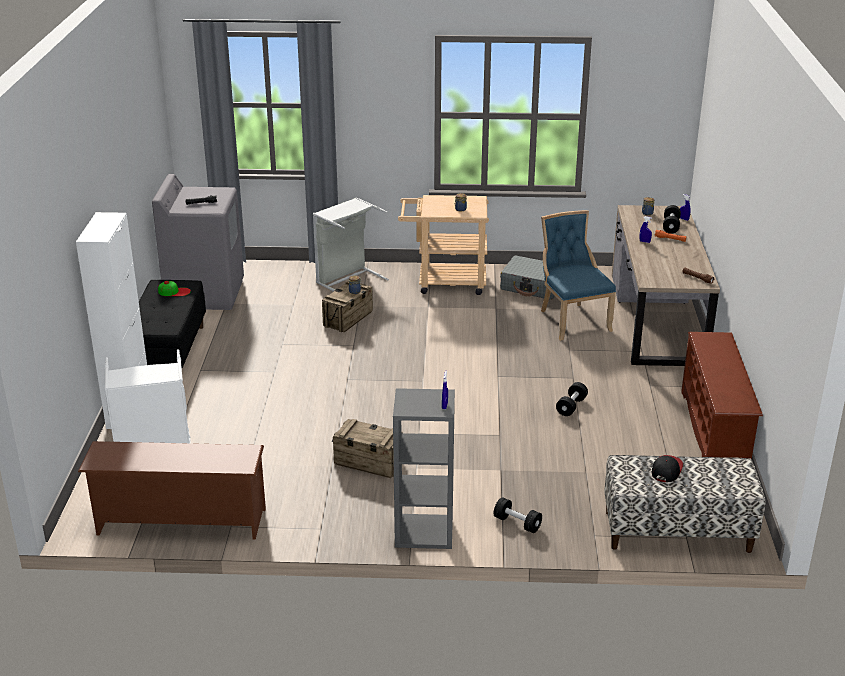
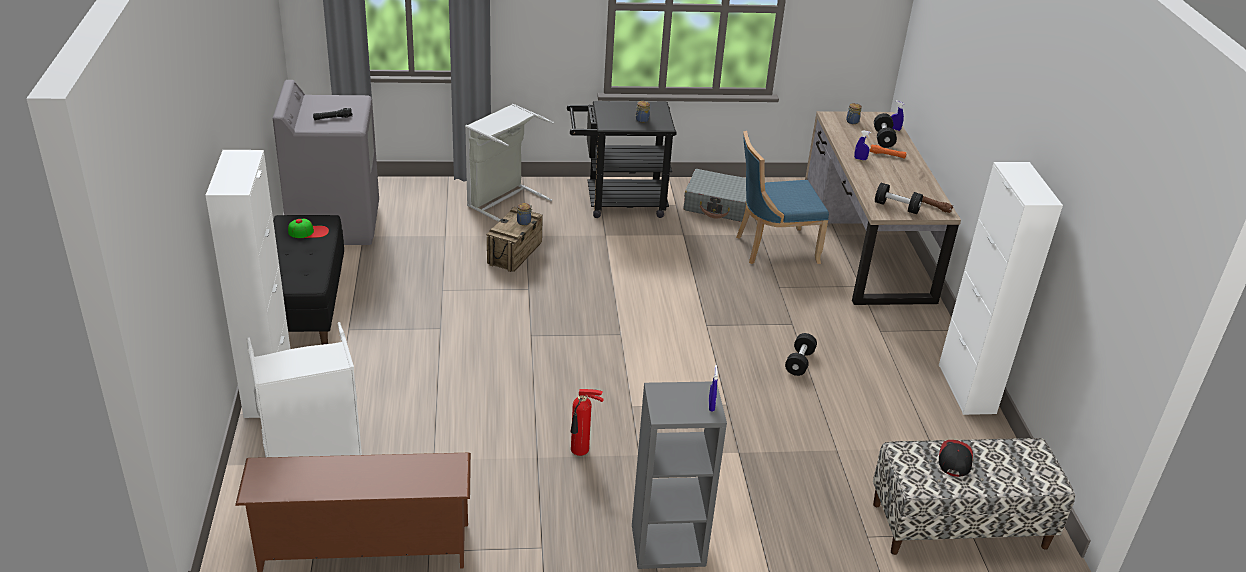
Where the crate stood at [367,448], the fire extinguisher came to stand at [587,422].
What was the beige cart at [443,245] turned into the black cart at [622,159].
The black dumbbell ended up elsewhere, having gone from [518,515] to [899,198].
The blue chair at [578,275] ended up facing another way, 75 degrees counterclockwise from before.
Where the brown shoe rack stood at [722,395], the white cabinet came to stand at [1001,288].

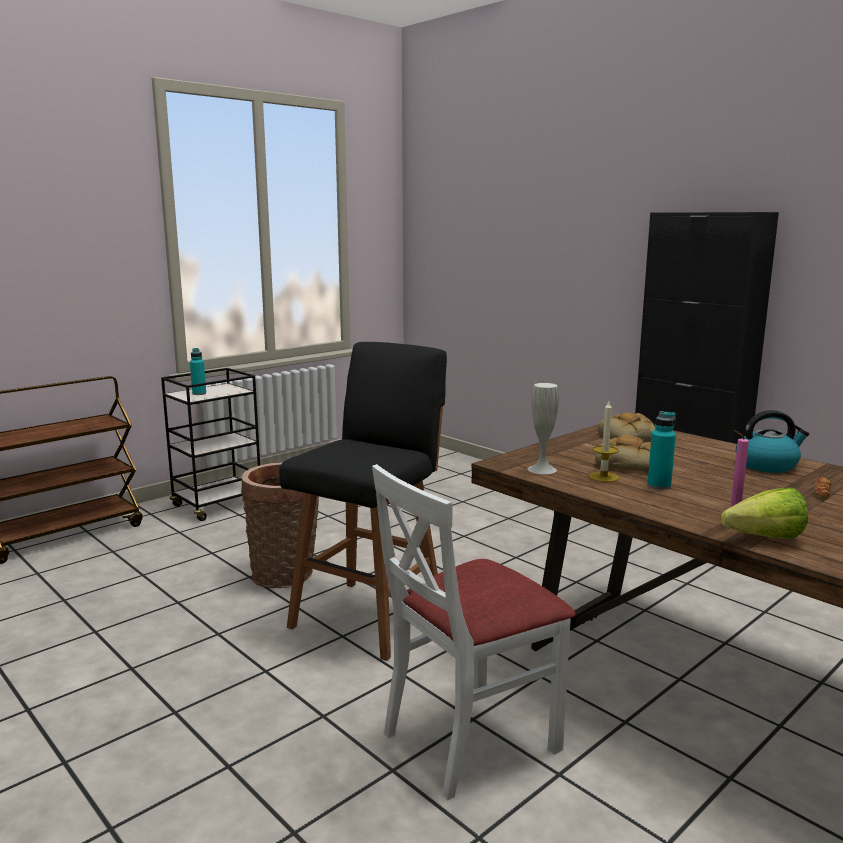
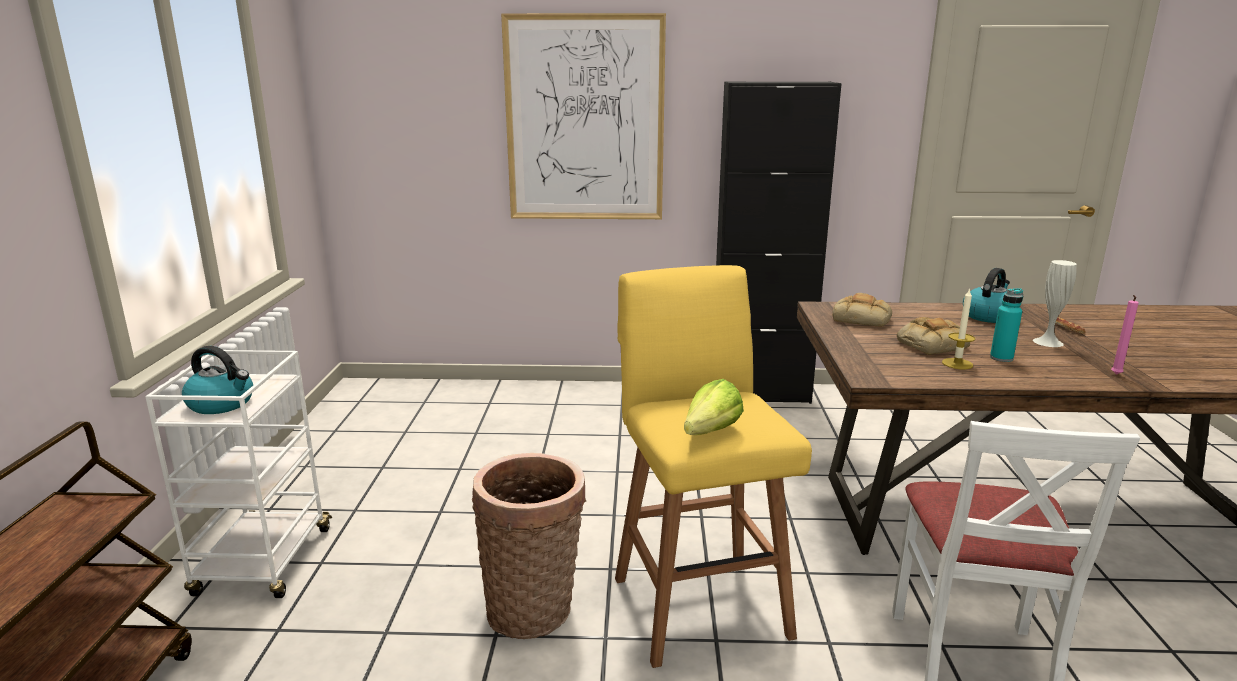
What was the black cart at [210,444] turned into the white cart at [238,474].
Where the turquoise bottle stood at [198,371], the kettle came to stand at [217,380].
What was the black stool at [363,501] turned into the yellow stool at [713,466].
The white vase ended up elsewhere, having gone from [543,428] to [1055,303].
The lettuce ended up elsewhere, having gone from [764,513] to [714,407].
The second view gained the picture at [583,116].

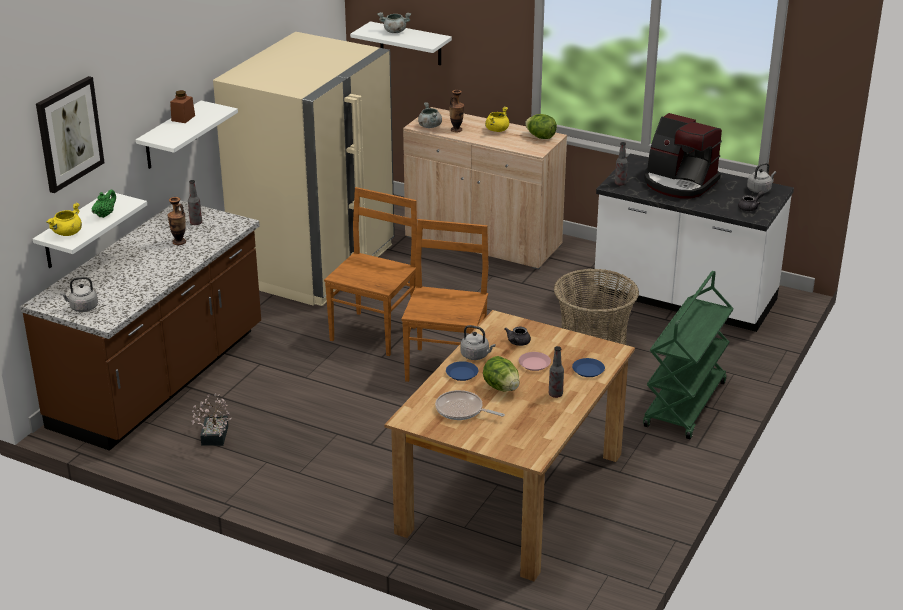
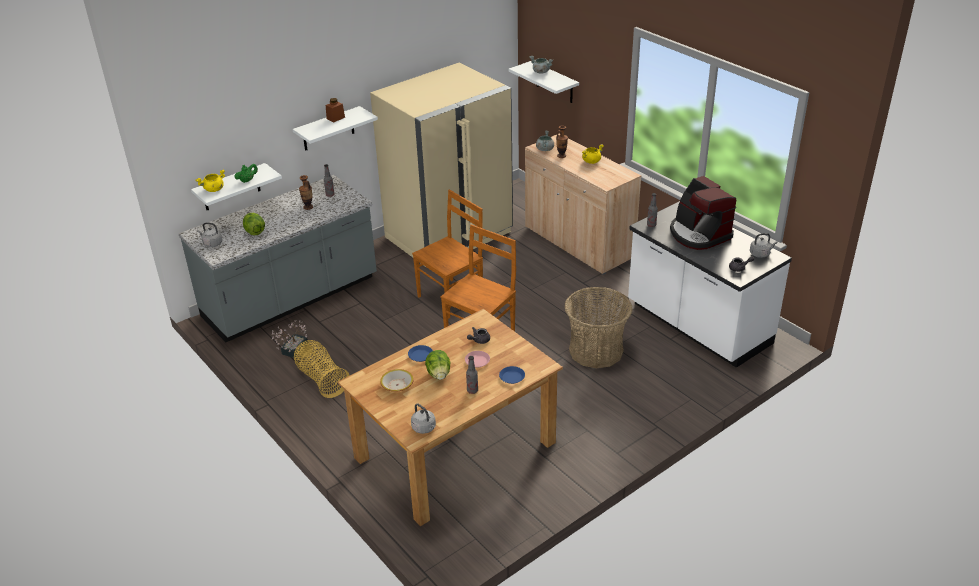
What was the brown counter at [141,326] turned into the grey counter at [278,258].
The second view lost the picture at [70,134].
Where the frying pan stood at [470,405], the bowl came to stand at [397,380].
The grey kettle ended up elsewhere, having gone from [478,342] to [423,419].
The lettuce ended up elsewhere, having gone from [541,126] to [254,224].
The second view lost the green cart at [688,355].
The second view gained the basket at [322,369].

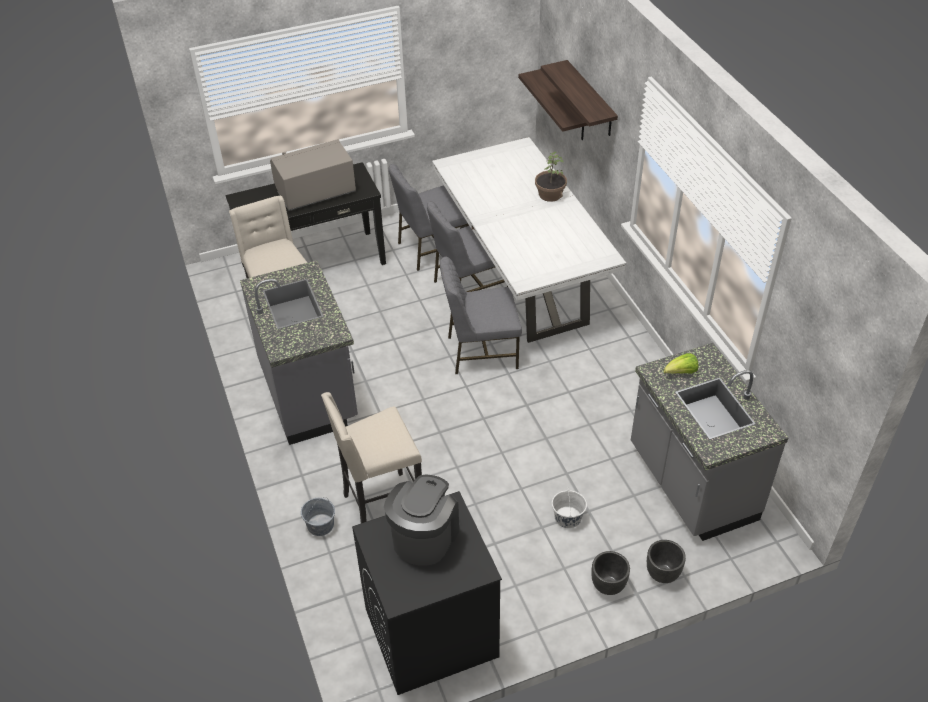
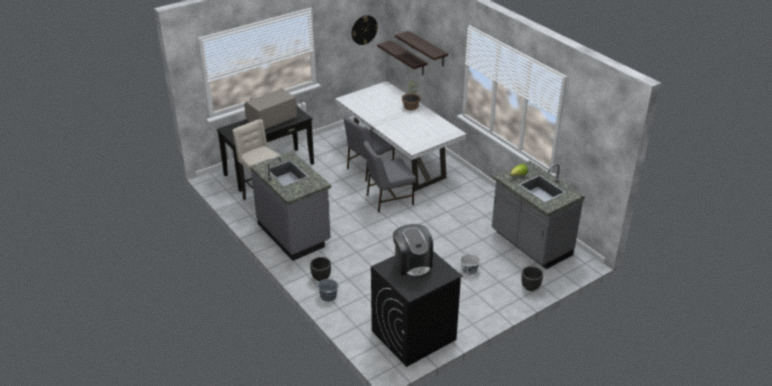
The second view lost the beige stool at [371,457].
The coffee machine at [421,520] ended up facing another way, 150 degrees clockwise from before.
The second view lost the grey chair at [429,217].
The black planter ended up elsewhere, having gone from [610,573] to [320,269].
The second view gained the wall clock at [364,30].

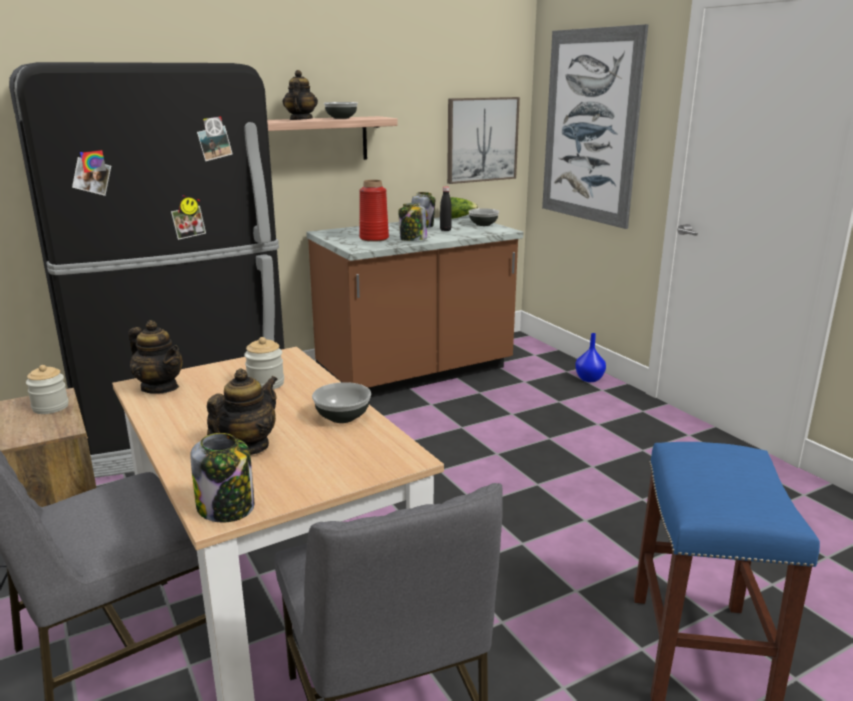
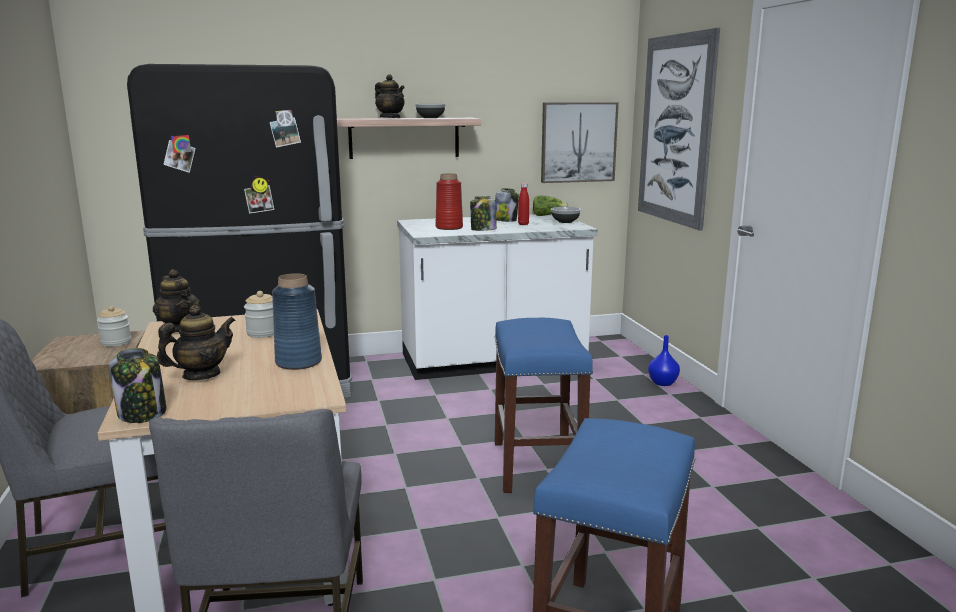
The teapot at [300,95] ended up facing another way, 120 degrees clockwise from before.
What was the brown counter at [415,306] turned into the white counter at [497,297].
Where the bowl stood at [341,402], the blue vase came to stand at [297,321].
What was the black bottle at [446,209] turned into the red bottle at [523,204].
The second view gained the blue stool at [543,405].

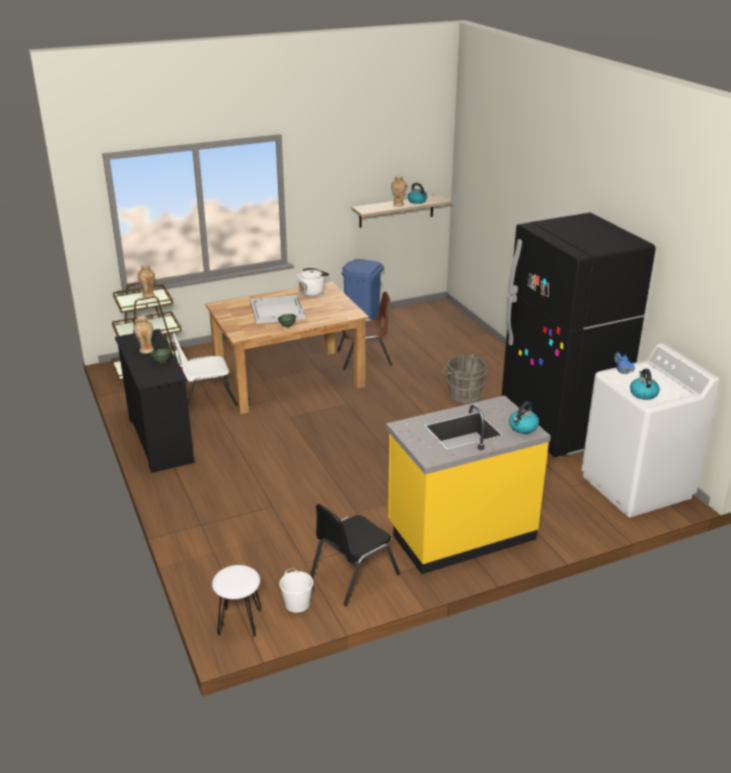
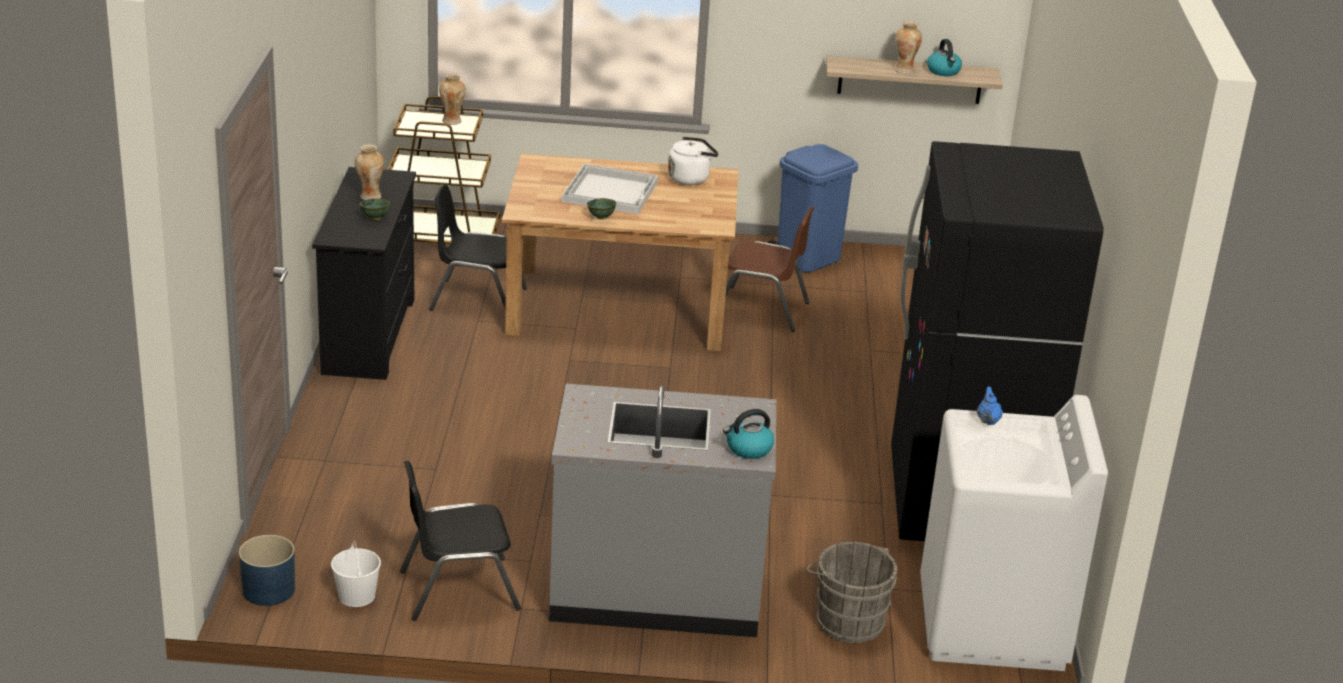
What was the white chair at [205,369] turned into the black chair at [478,248].
Where the white stool stood at [236,601], the blue planter came to stand at [267,570].
What was the yellow counter at [468,484] turned into the grey counter at [662,510].
The grey bucket ended up elsewhere, having gone from [464,378] to [852,592].
The second view lost the kettle at [645,384].

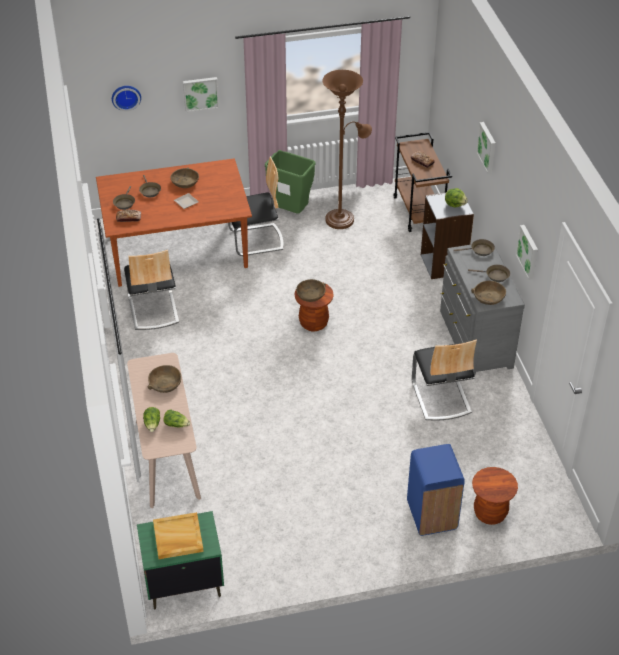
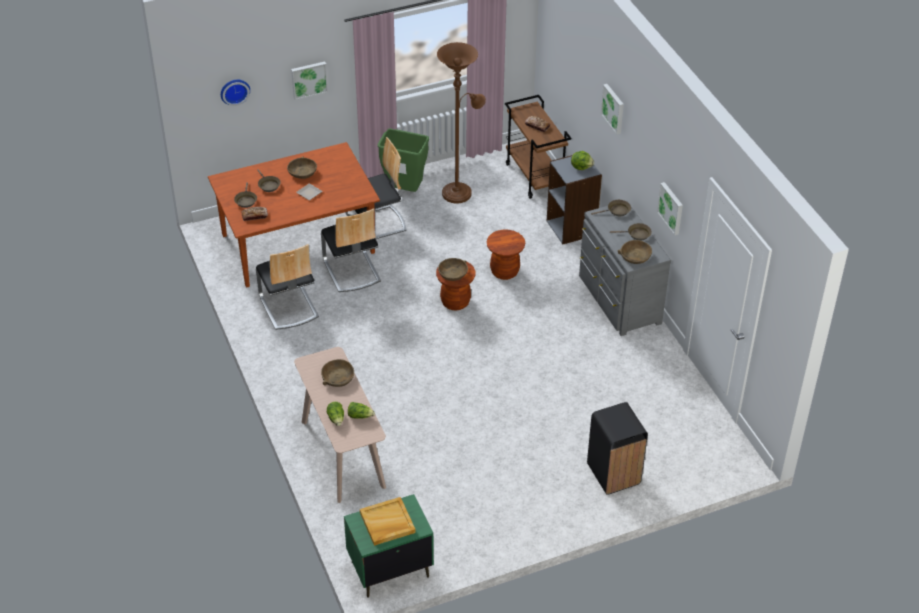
What was the blue trash can at [436,490] turned into the black trash can at [617,448].
The chair ended up elsewhere, having gone from [444,380] to [351,250].
The brown stool ended up elsewhere, having gone from [495,496] to [506,255].

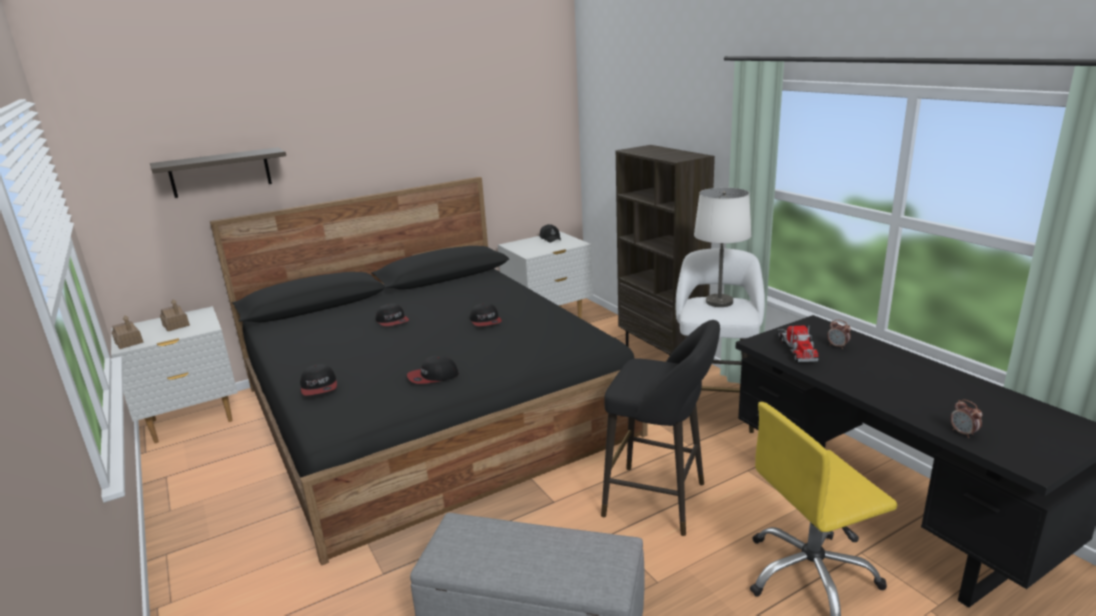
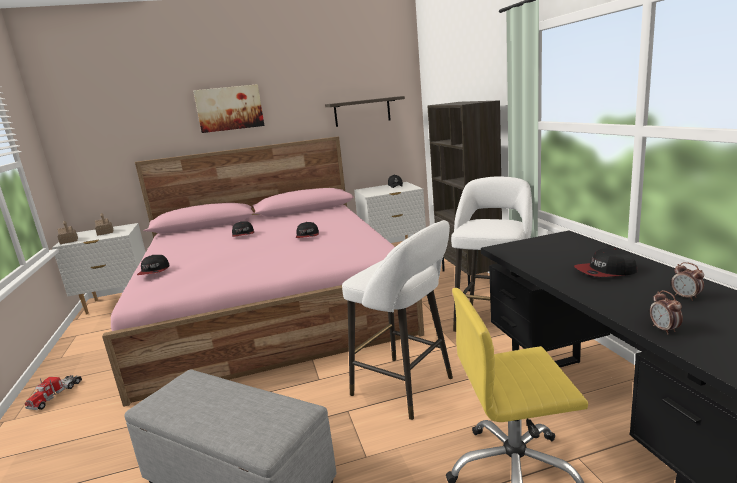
The shelf ended up elsewhere, having gone from [218,172] to [365,111].
What was the black bed at [429,371] turned into the pink bed at [263,271].
The cap ended up elsewhere, having gone from [433,369] to [605,262].
What was the black stool at [660,428] turned into the white stool at [397,320].
The second view lost the white table lamp at [723,247].
The toy truck ended up elsewhere, having gone from [798,343] to [53,392].
The alarm clock ended up elsewhere, having gone from [839,334] to [687,281].
The second view gained the picture at [228,108].

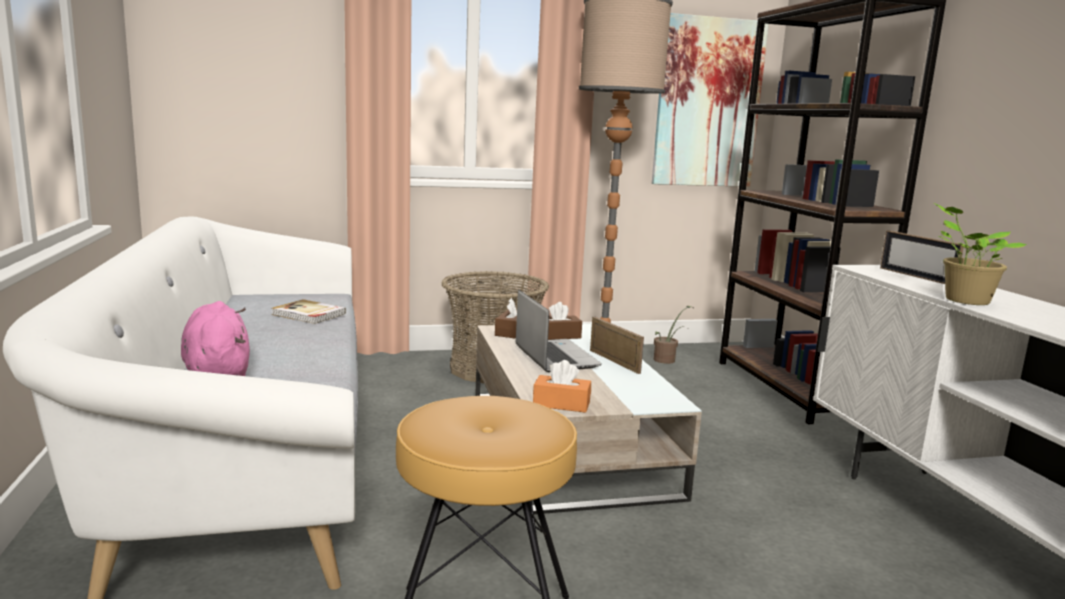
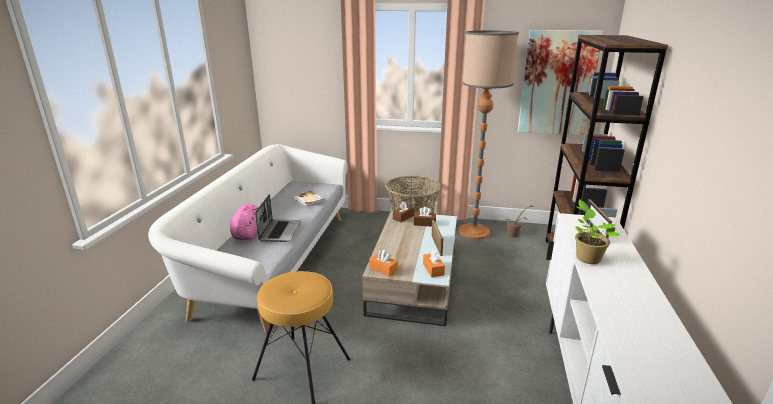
The laptop ended up elsewhere, having gone from [559,331] to [278,218].
The second view gained the orange tissue box at [434,263].

